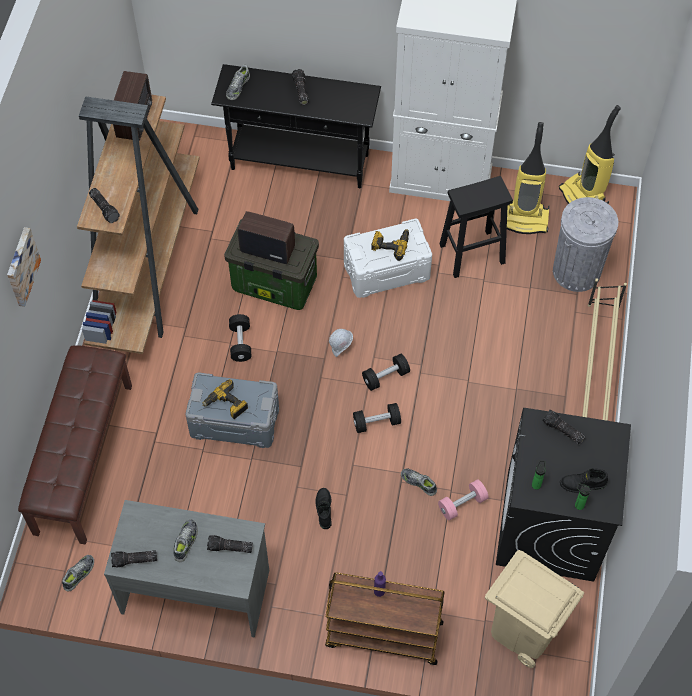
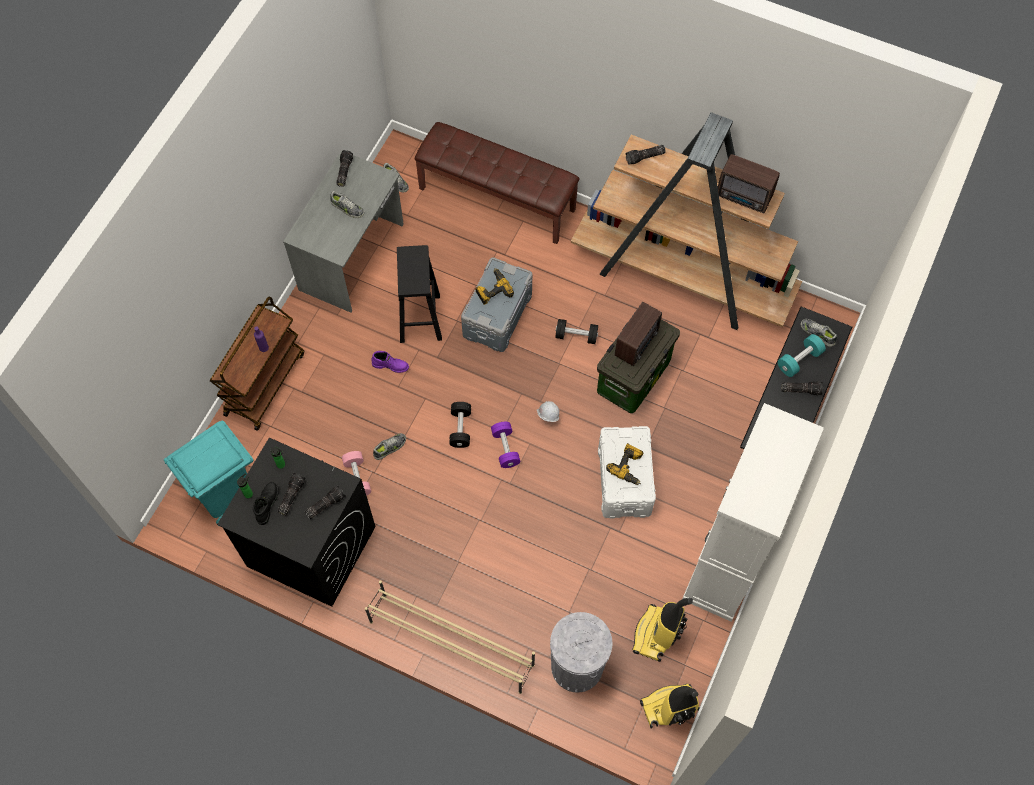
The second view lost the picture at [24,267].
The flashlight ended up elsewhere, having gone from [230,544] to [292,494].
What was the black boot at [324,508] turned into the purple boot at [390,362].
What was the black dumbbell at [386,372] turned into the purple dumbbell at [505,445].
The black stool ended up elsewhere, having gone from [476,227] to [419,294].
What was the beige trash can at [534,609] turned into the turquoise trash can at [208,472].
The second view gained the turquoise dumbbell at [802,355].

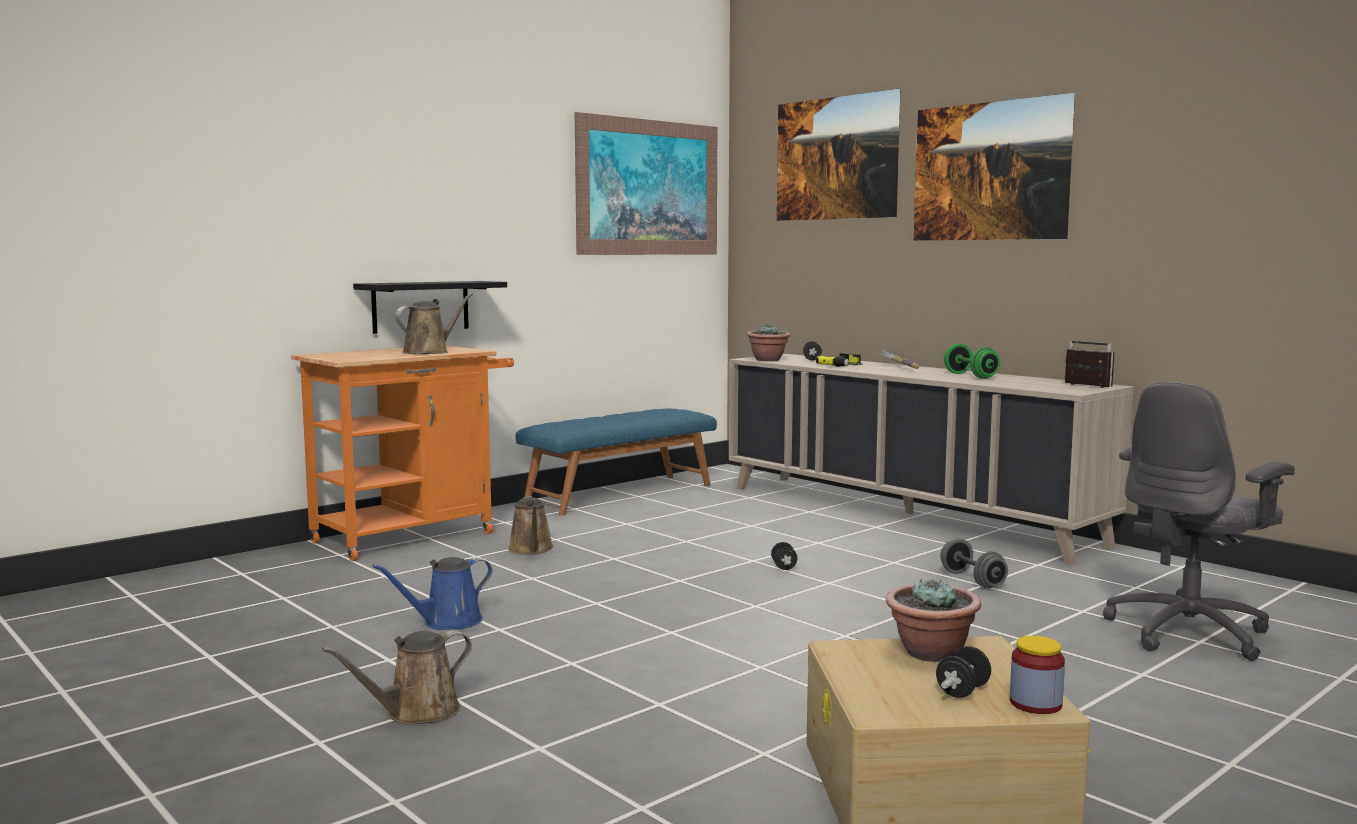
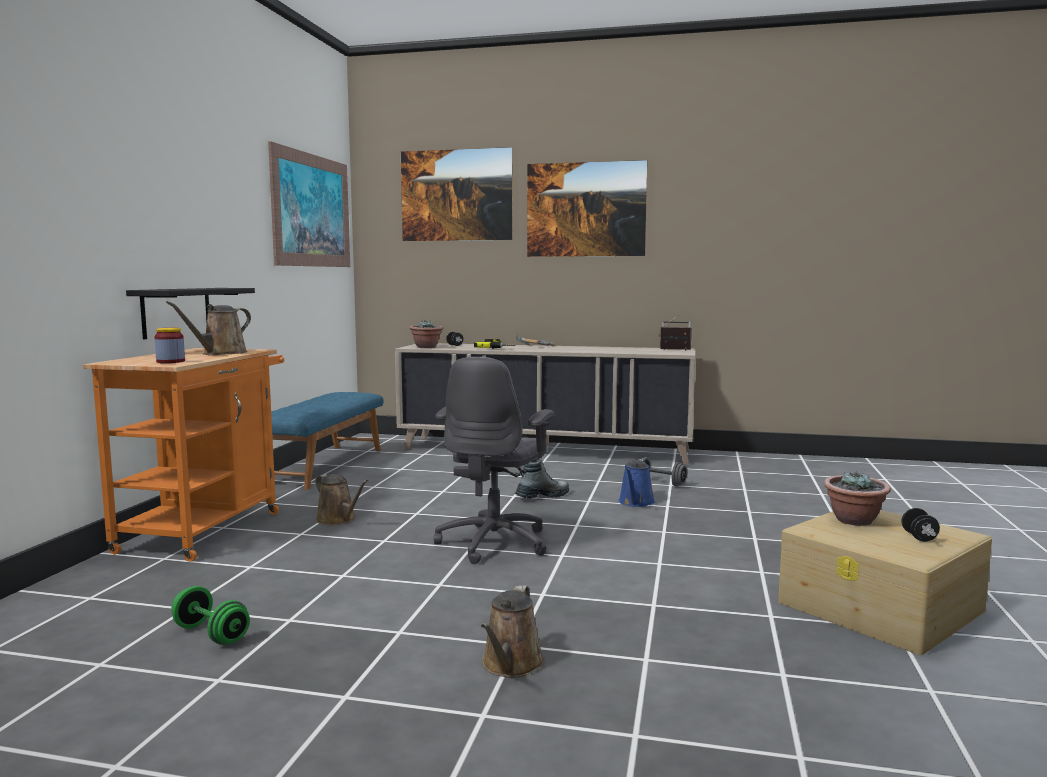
The blue watering can ended up elsewhere, having gone from [432,593] to [636,483].
The brown watering can at [434,323] ended up facing another way, 150 degrees counterclockwise from before.
Where the black dumbbell stood at [784,556], the boot came to stand at [542,478].
The green dumbbell ended up elsewhere, having gone from [972,361] to [211,615].
The jar ended up elsewhere, having gone from [1037,675] to [169,345].
The grey office chair ended up elsewhere, having gone from [1199,521] to [493,460].

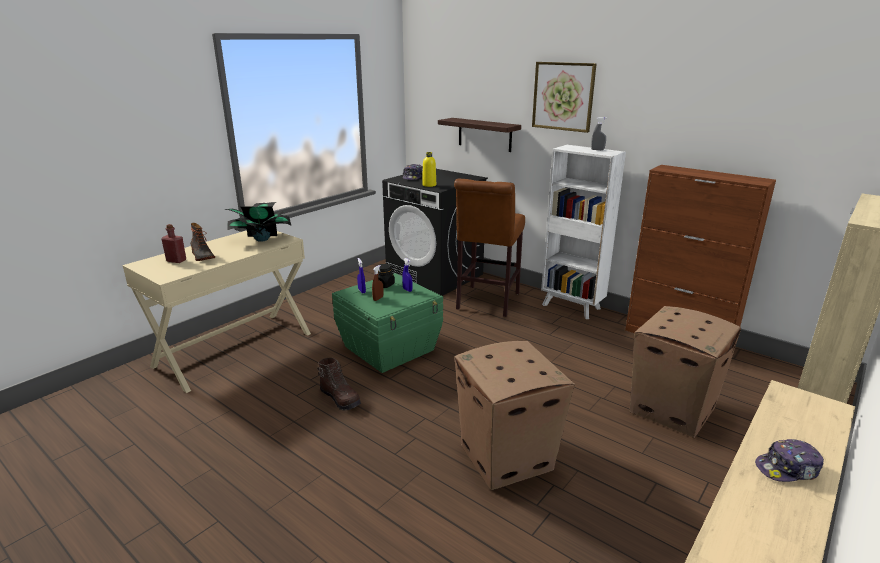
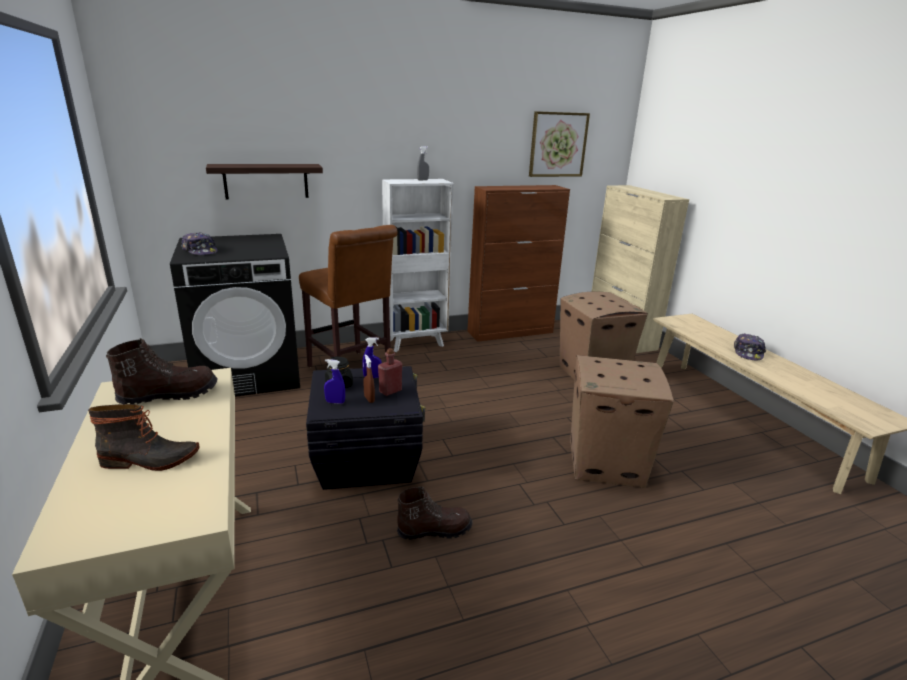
The red bottle ended up elsewhere, having gone from [173,243] to [390,372].
Where the potted plant stood at [258,222], the brown boot came to stand at [162,371].
What was the green storage box at [387,323] turned into the black storage box at [366,428].
The second view lost the yellow bottle at [429,169].
The picture ended up elsewhere, having gone from [564,97] to [559,144].

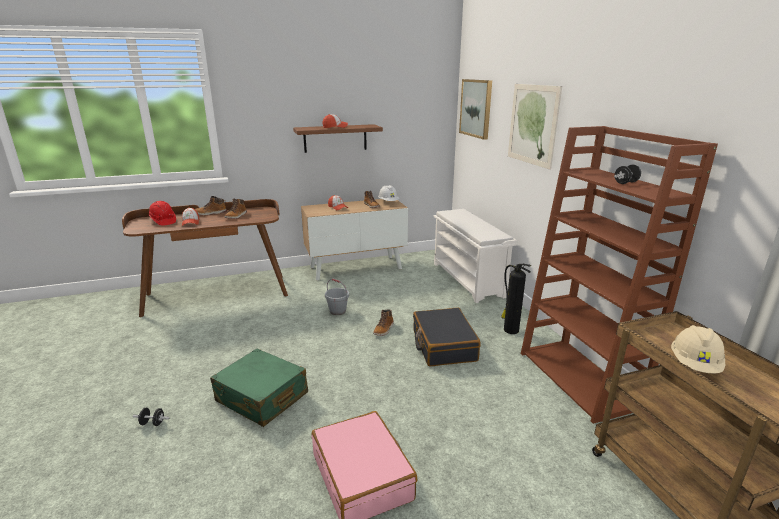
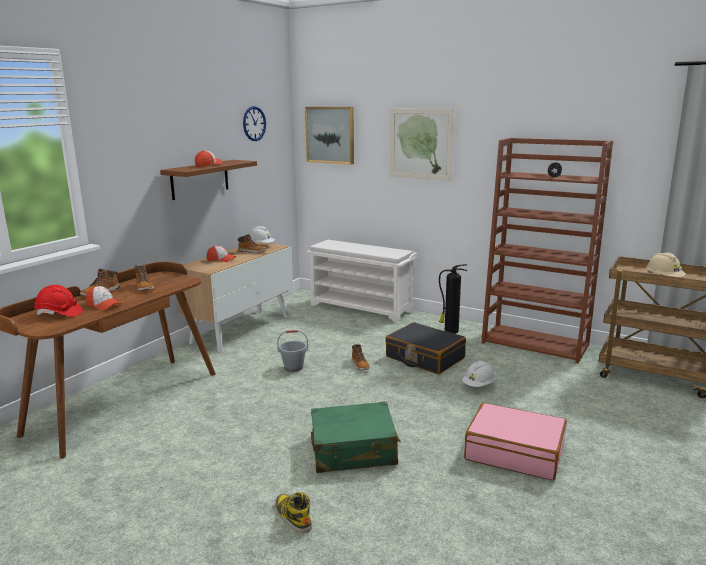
Where the black dumbbell stood at [151,417], the boot came to stand at [293,512].
The second view gained the wall clock at [254,123].
The second view gained the white hard hat at [479,373].

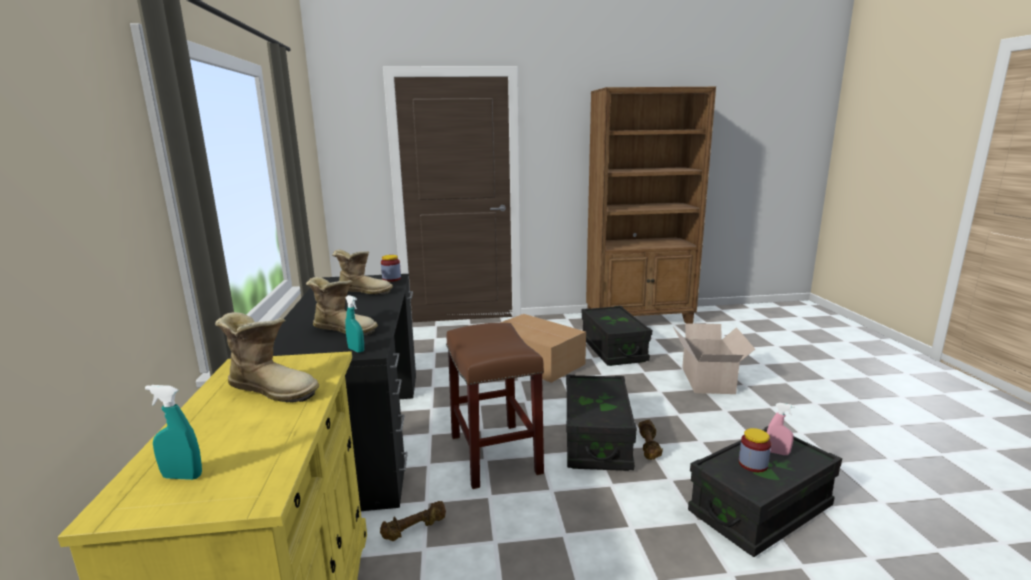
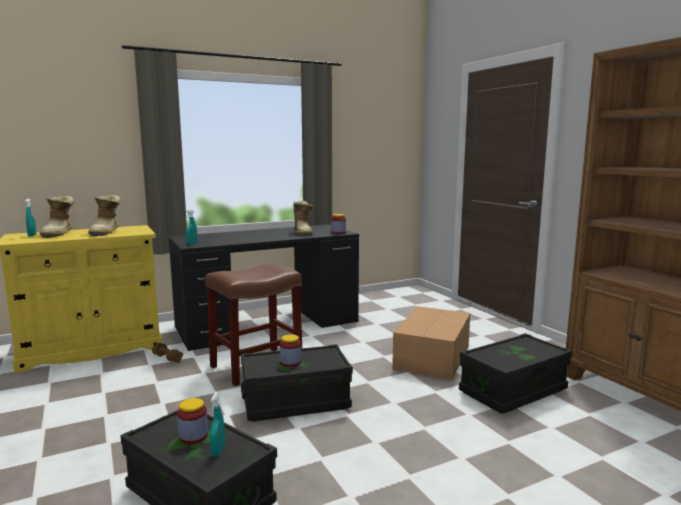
The boot ended up elsewhere, having gone from [342,306] to [57,217].
The second view lost the brown dumbbell at [650,440].
The second view lost the cardboard box at [714,358].
What was the pink spray bottle at [781,429] turned into the turquoise spray bottle at [217,424].
The second view gained the jar at [290,350].

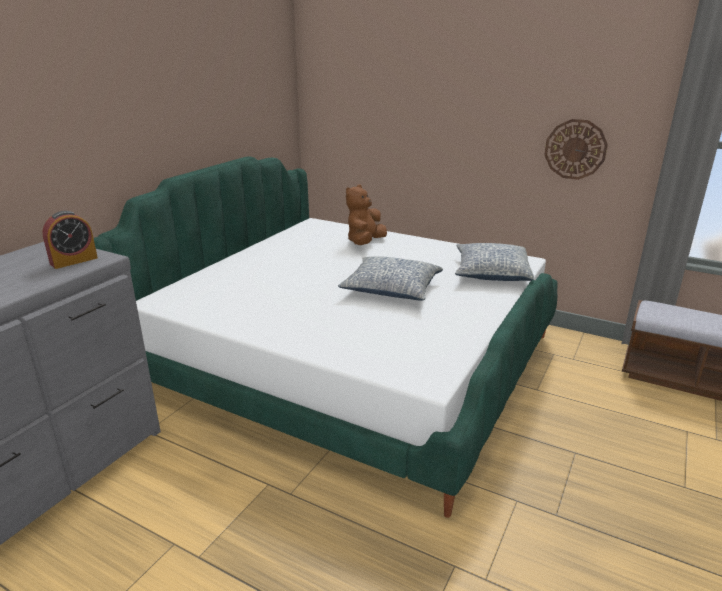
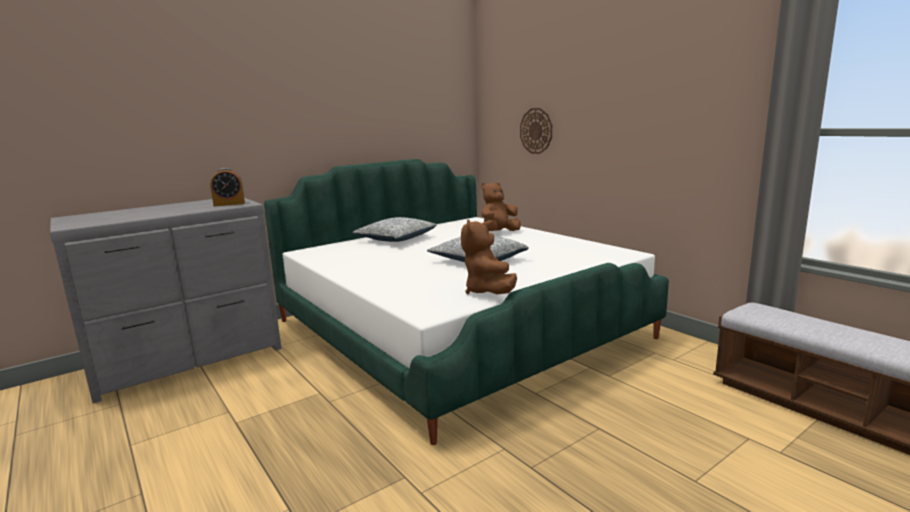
The pillow ended up elsewhere, having gone from [494,262] to [395,229].
The wall clock ended up elsewhere, having gone from [576,149] to [536,131].
The second view gained the brown plush toy at [489,256].

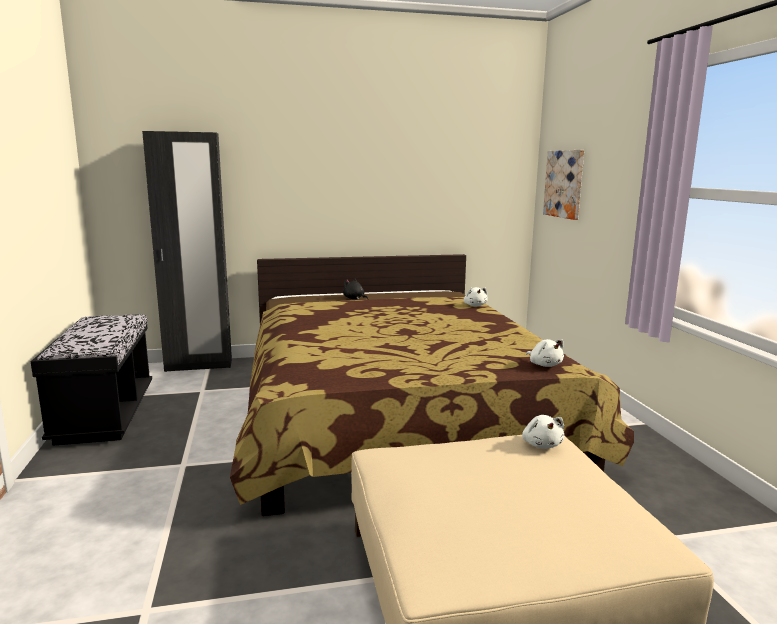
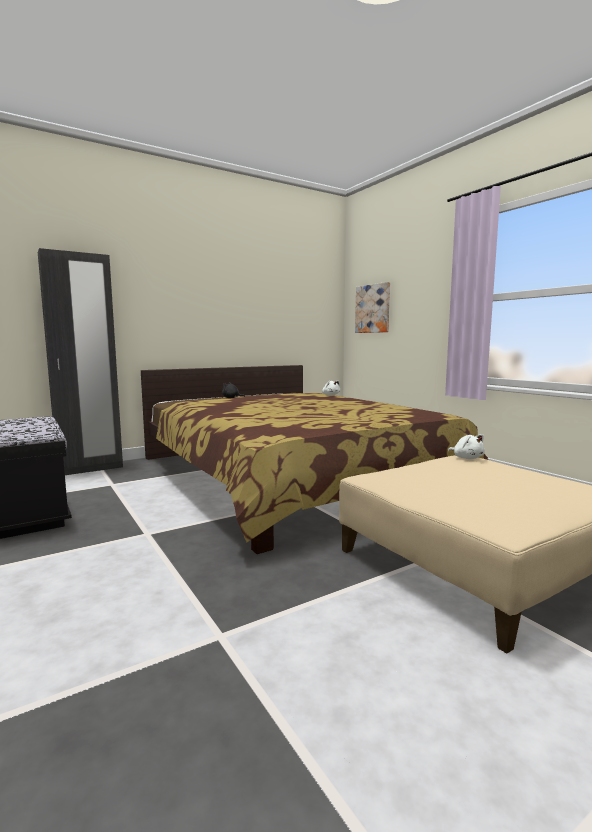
The second view lost the white plush toy at [545,353].

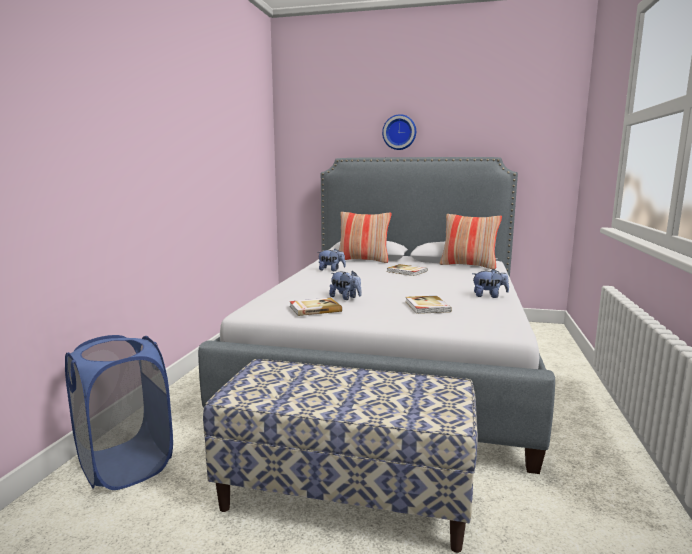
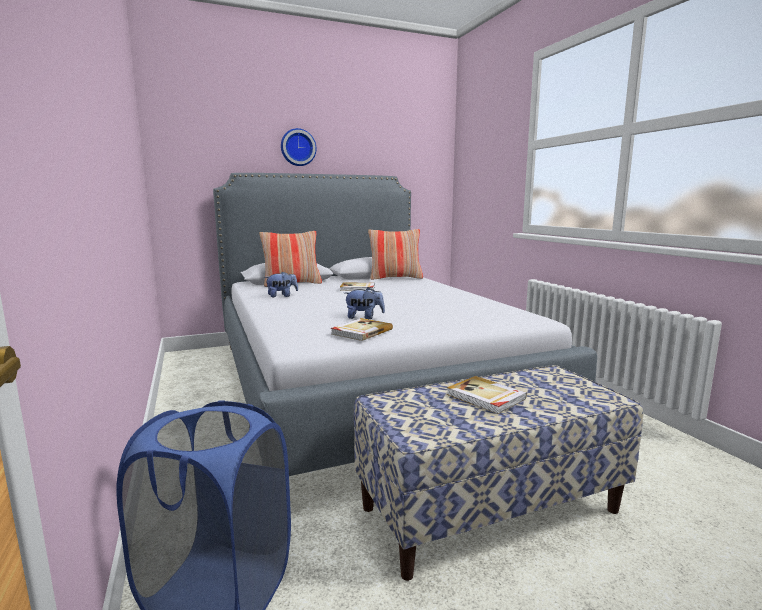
The book ended up elsewhere, having gone from [428,305] to [487,395].
The second view lost the plush toy at [490,283].

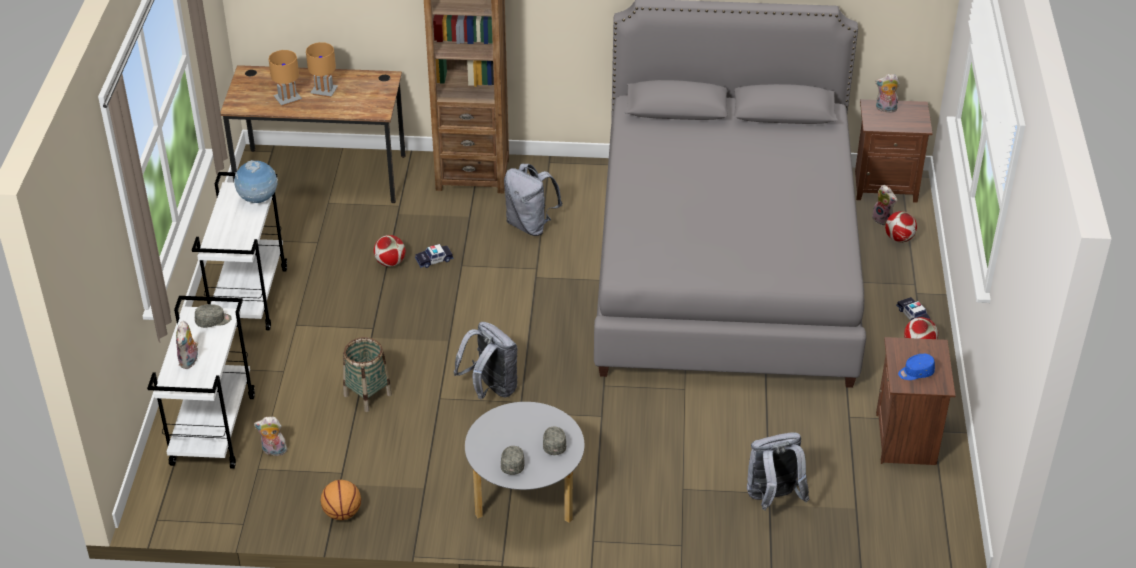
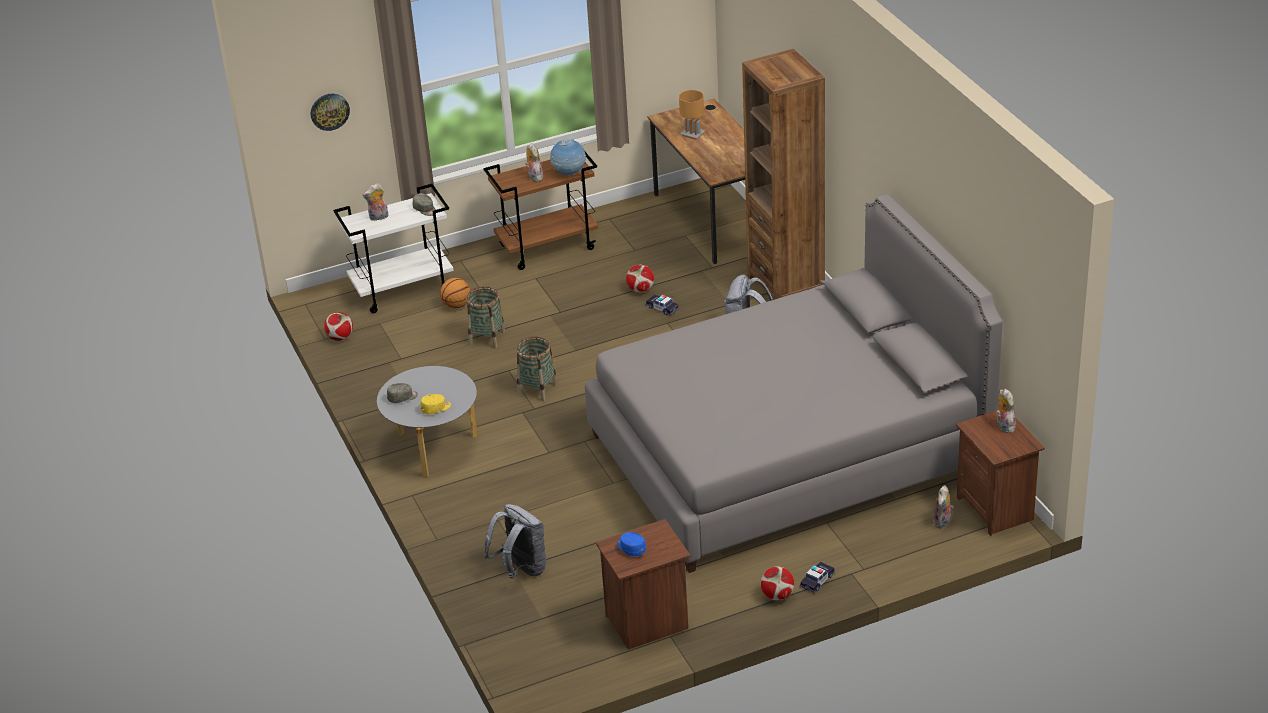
What was the white cart at [239,251] turned into the brown cart at [540,211].
The plush toy ended up elsewhere, having gone from [270,436] to [534,162].
The second view lost the brown table lamp at [322,70].
The basketball ended up elsewhere, having gone from [341,500] to [455,293].
Where the grey backpack stood at [485,360], the basket came to stand at [537,369].
What was the grey cap at [554,441] turned into the yellow cap at [435,404].
The football ended up elsewhere, having gone from [901,226] to [338,326].
The second view gained the wall clock at [330,112].

